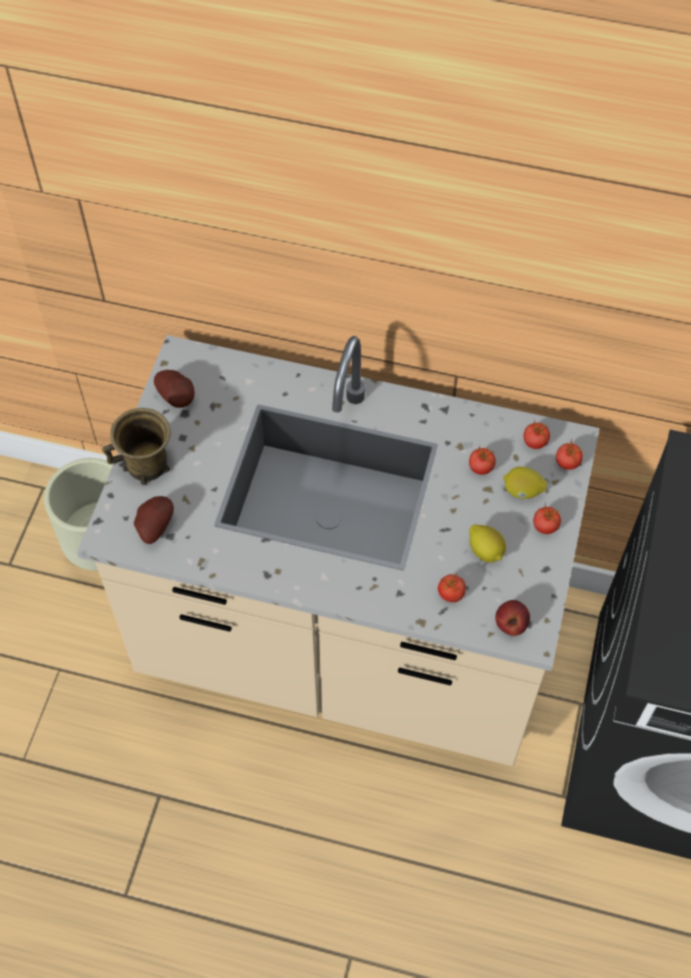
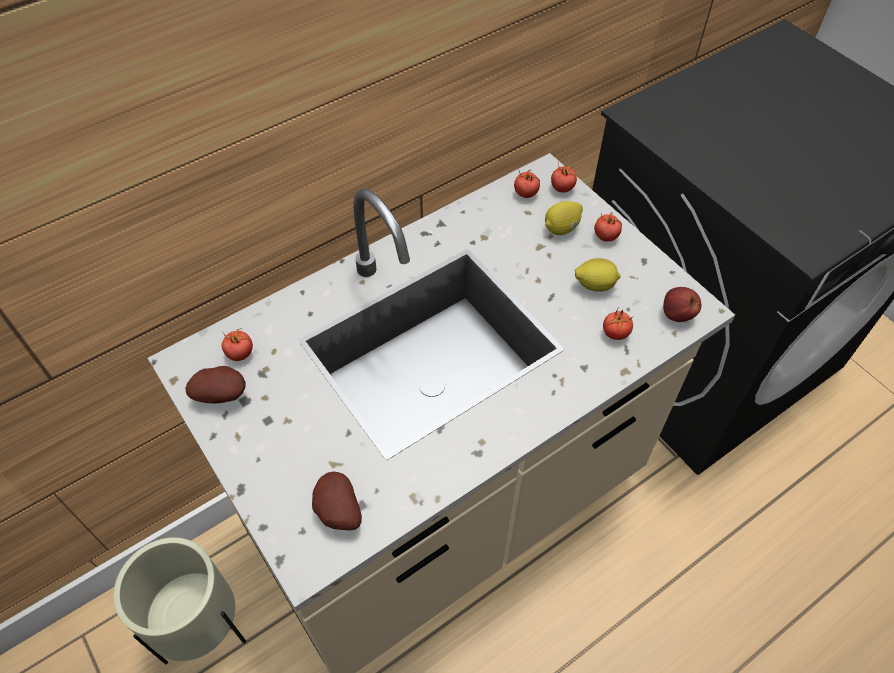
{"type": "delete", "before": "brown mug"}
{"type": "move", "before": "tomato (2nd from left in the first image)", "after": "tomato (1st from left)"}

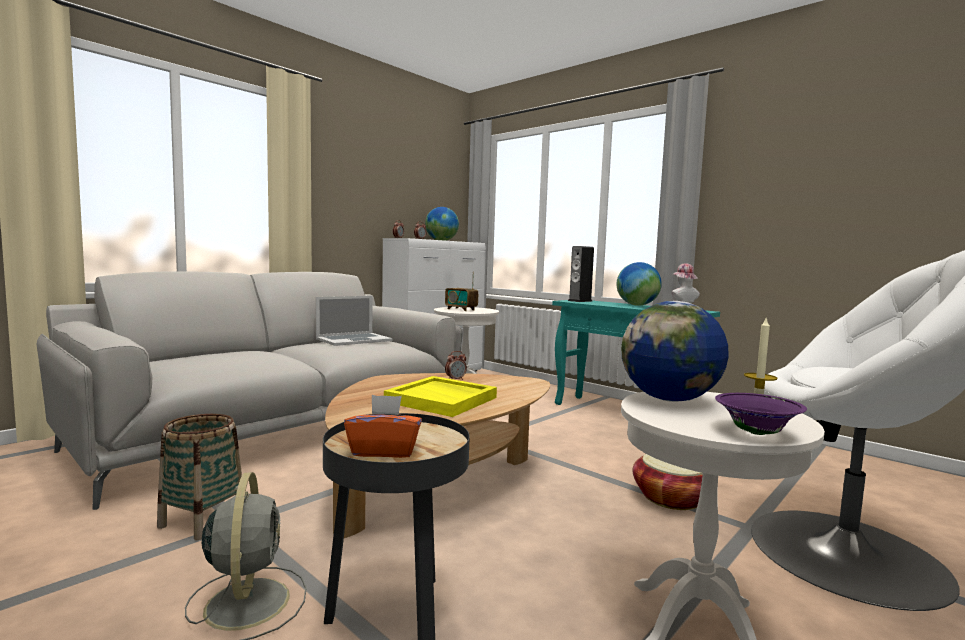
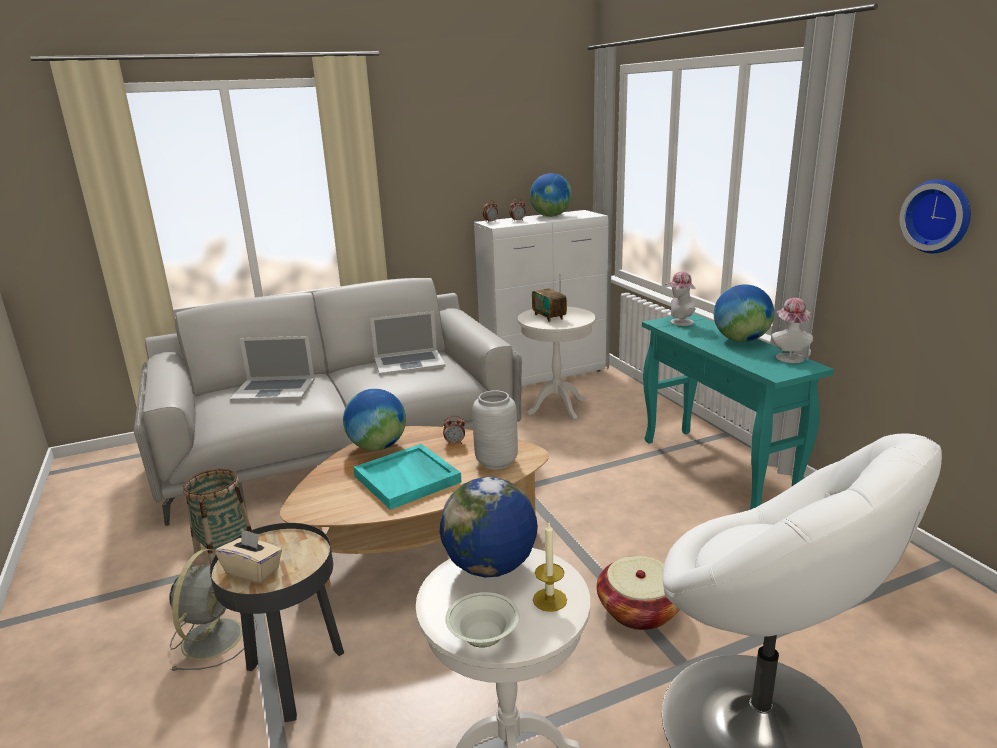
{"type": "replace", "before": "speaker", "after": "hat (1st from left)"}
{"type": "recolor", "before": "yellow tray", "after": "turquoise tray"}
{"type": "recolor", "before": "purple bowl", "after": "white bowl"}
{"type": "recolor", "before": "orange tissue box", "after": "beige tissue box"}
{"type": "insert", "after": "wall clock"}
{"type": "insert", "after": "laptop (1st from left)"}
{"type": "insert", "after": "globe (1st from left)"}
{"type": "insert", "after": "grey vase"}

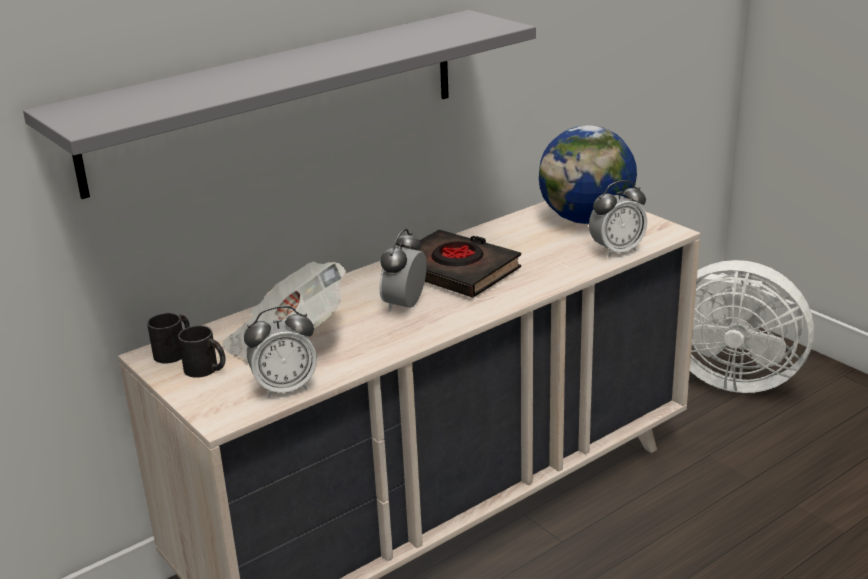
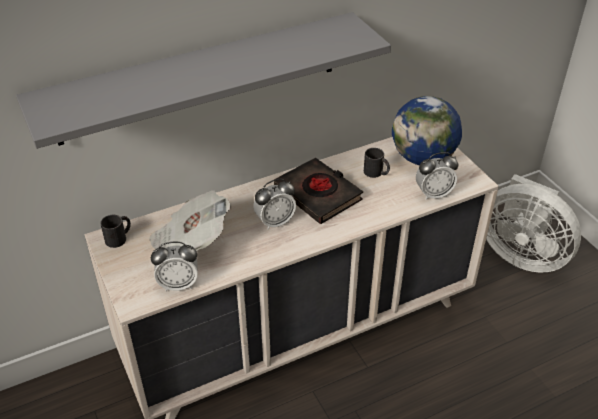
{"type": "rotate", "before": "alarm clock (2nd from left)", "turn": -150}
{"type": "move", "before": "black mug (2nd from left)"}

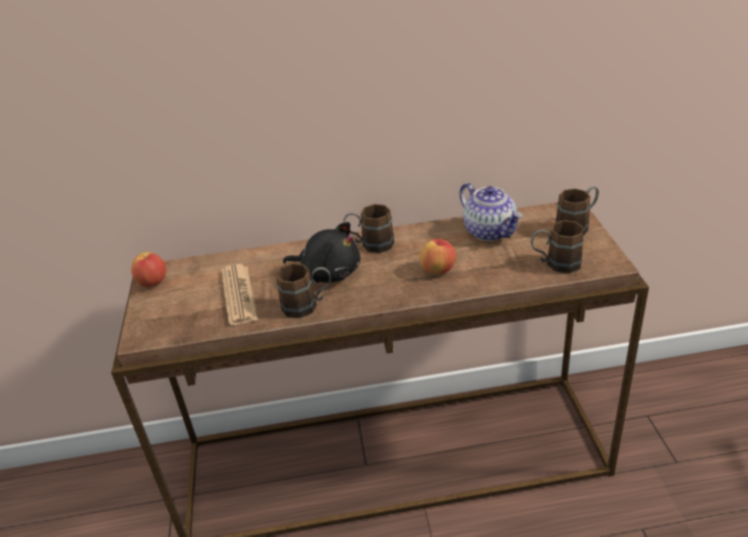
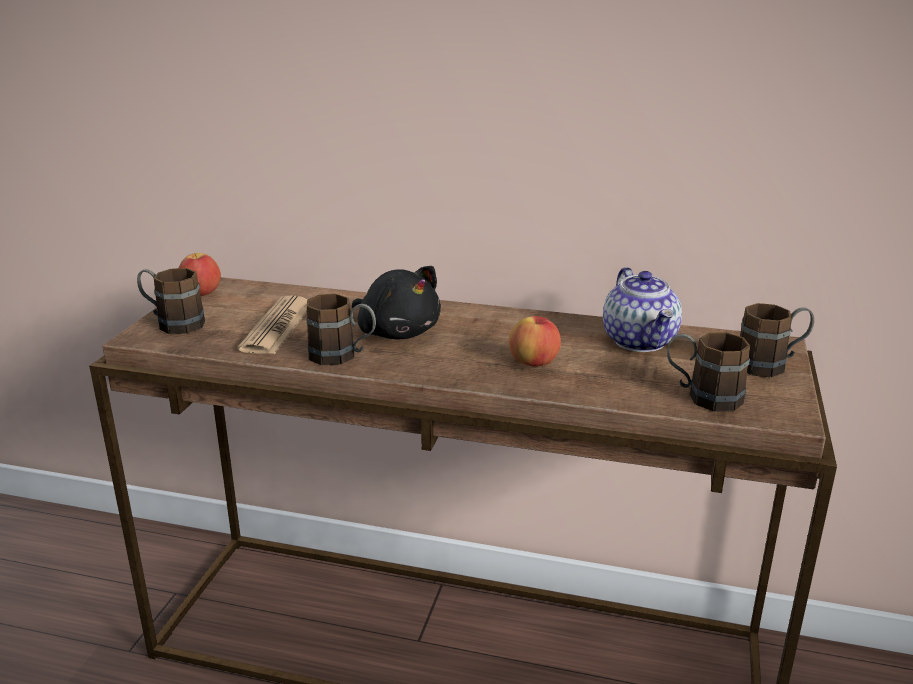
{"type": "move", "before": "brown mug (2nd from left in the first image)", "after": "brown mug (1st from left)"}

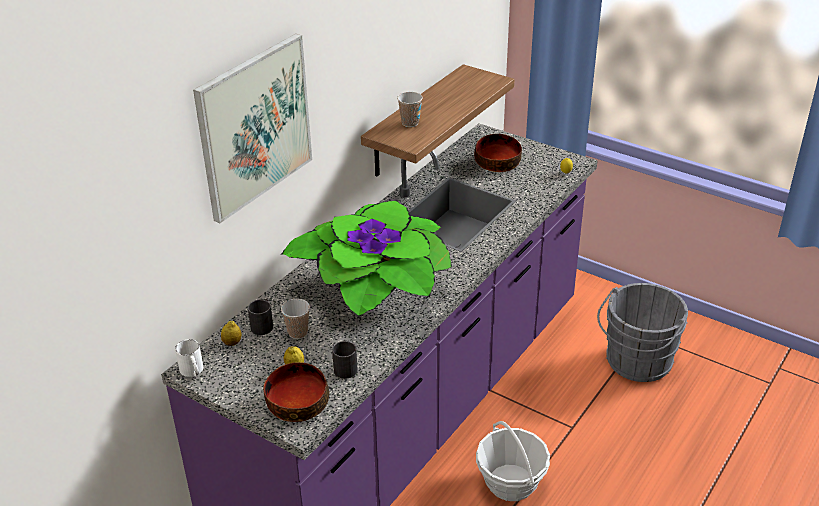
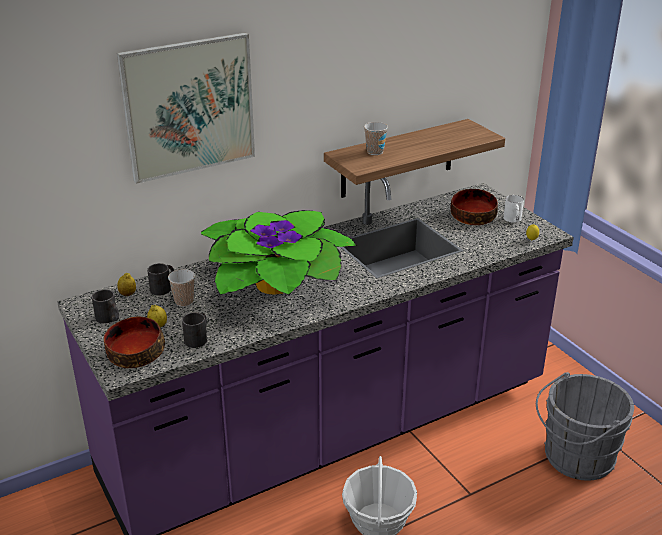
{"type": "move", "before": "white mug"}
{"type": "insert", "after": "black mug (1st from left)"}

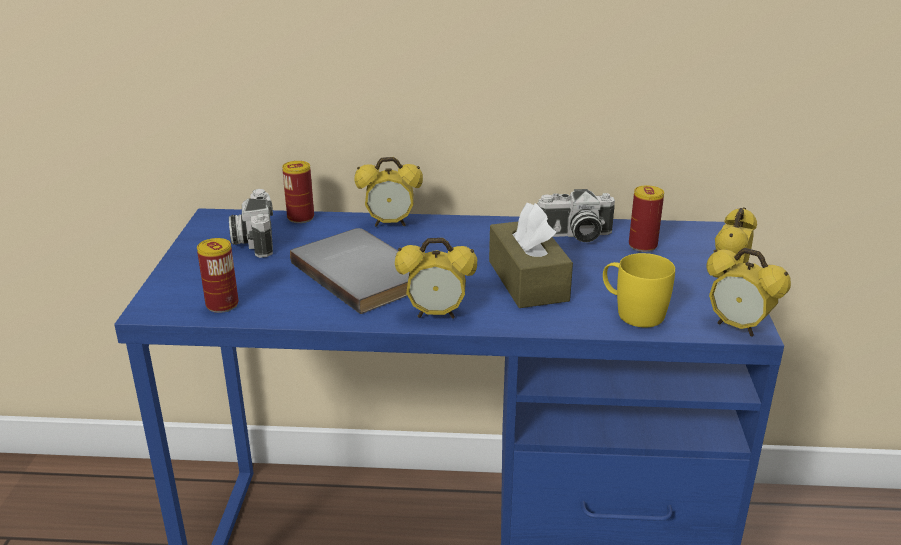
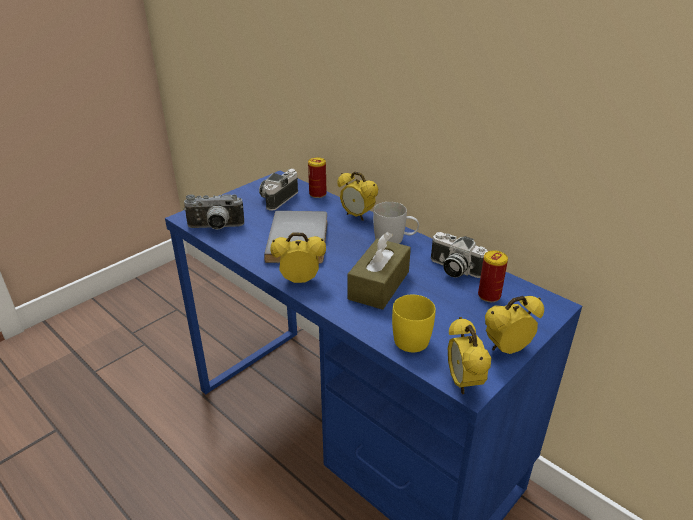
{"type": "replace", "before": "can (1st from left)", "after": "photo camera (1st from left)"}
{"type": "rotate", "before": "alarm clock (2nd from left in the first image)", "turn": 135}
{"type": "insert", "after": "white mug"}

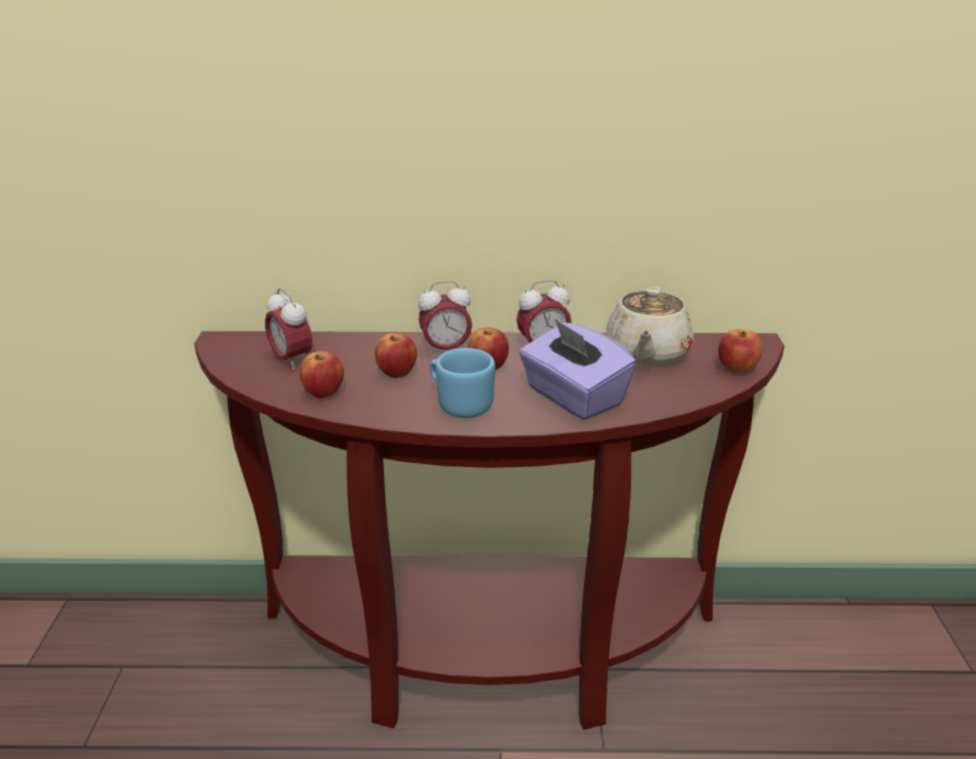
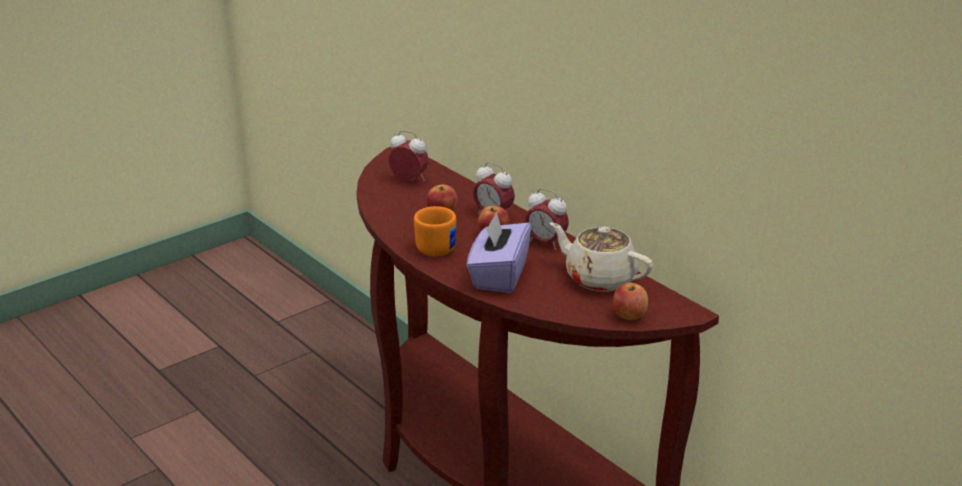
{"type": "rotate", "before": "beige teapot", "turn": 60}
{"type": "rotate", "before": "alarm clock (1st from left)", "turn": 105}
{"type": "recolor", "before": "blue mug", "after": "orange mug"}
{"type": "delete", "before": "apple (1st from left)"}

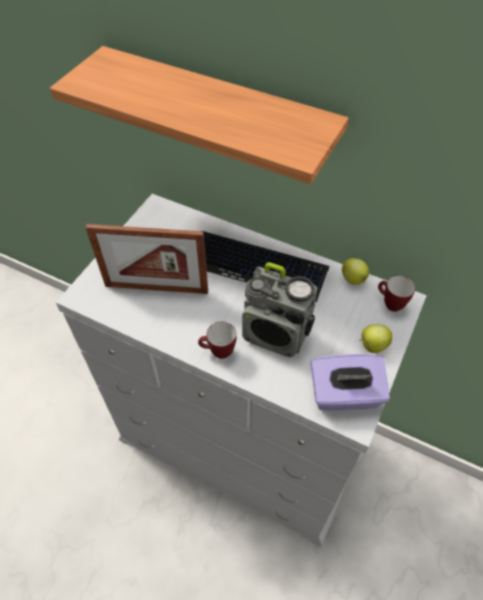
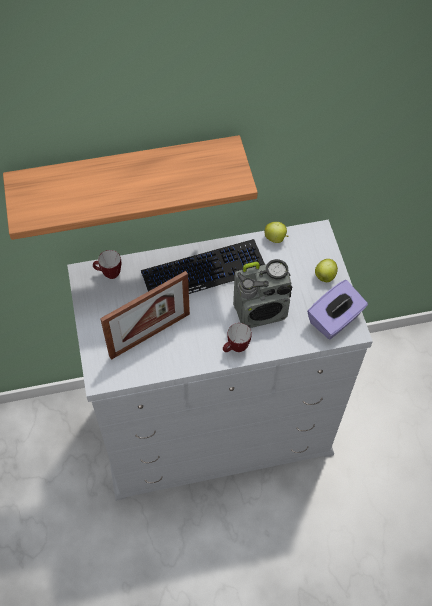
{"type": "move", "before": "mug (2nd from left in the first image)", "after": "mug (1st from left)"}

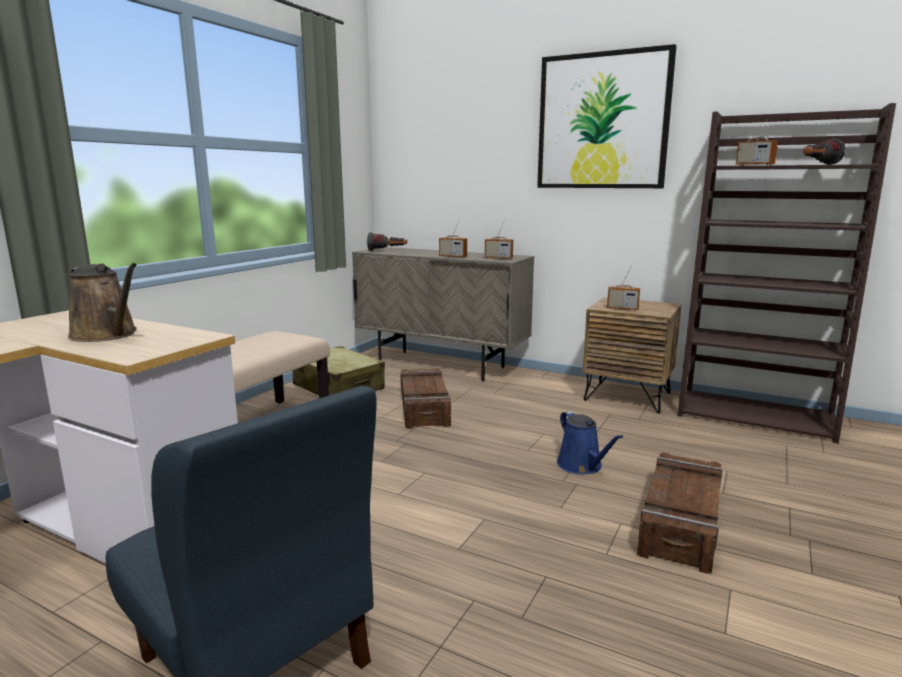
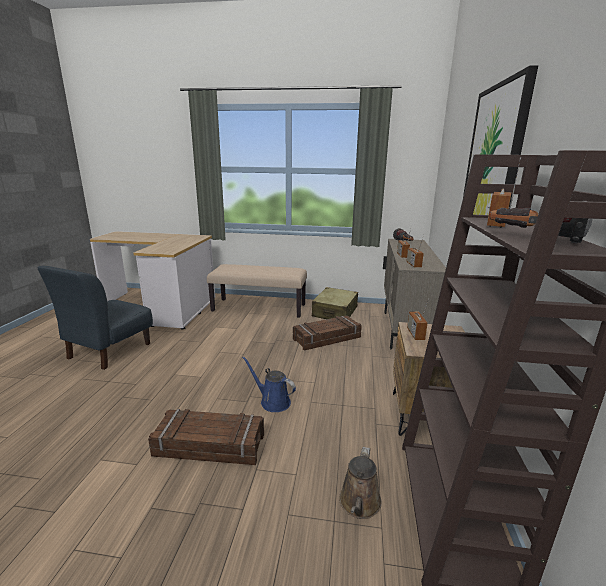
{"type": "move", "before": "brown watering can"}
{"type": "rotate", "before": "blue watering can", "turn": 75}

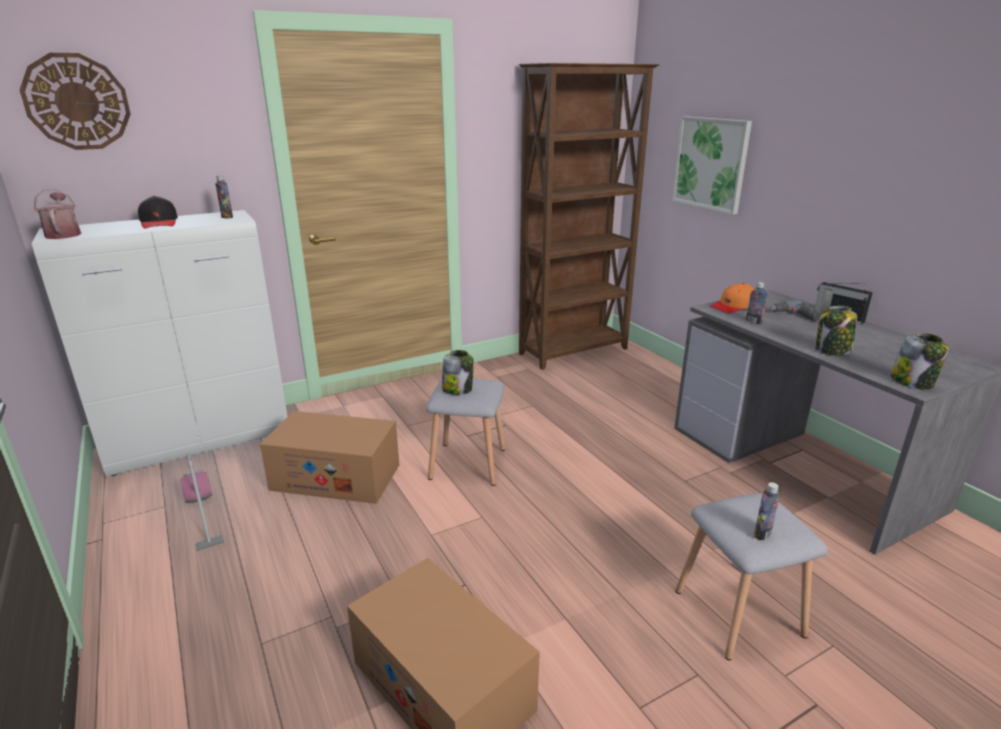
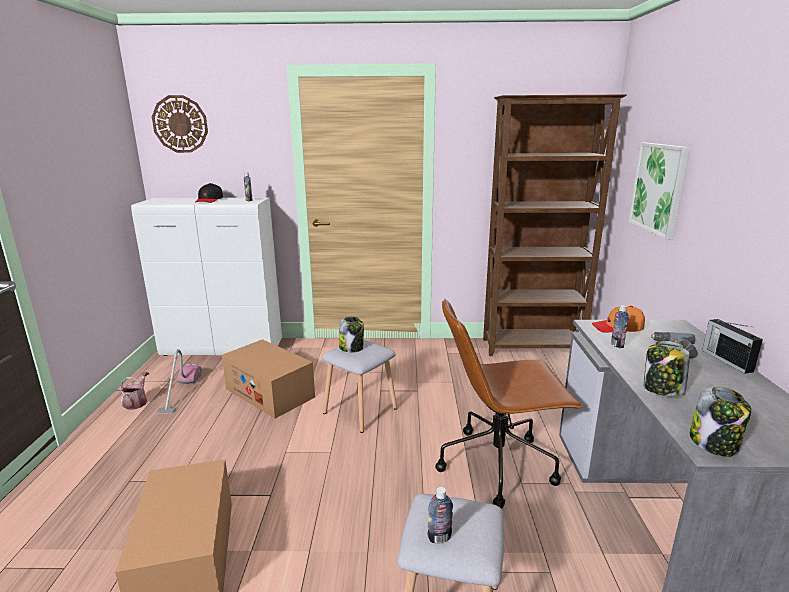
{"type": "move", "before": "watering can"}
{"type": "insert", "after": "brown office chair"}

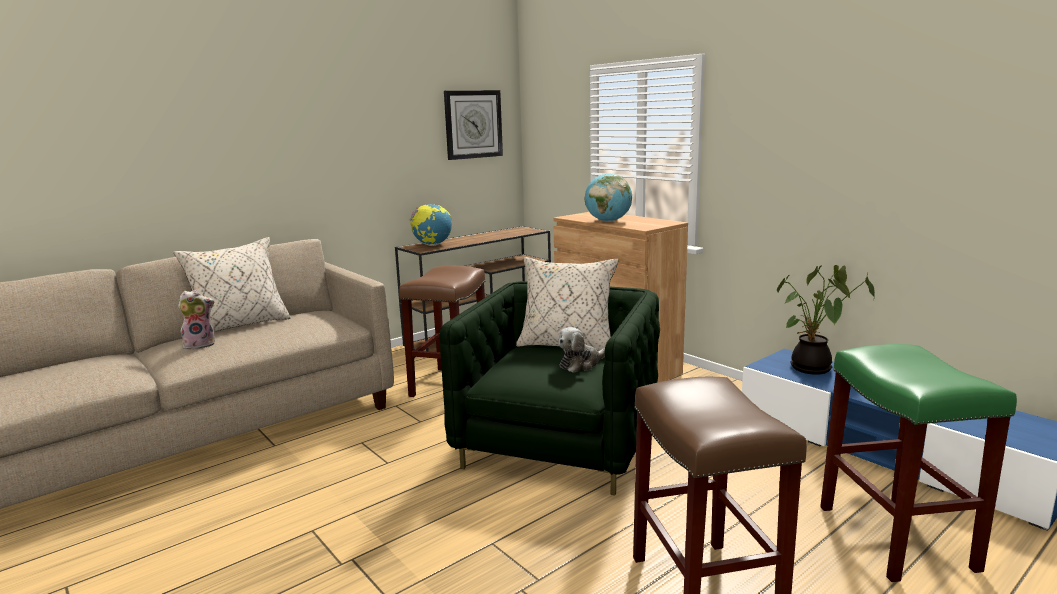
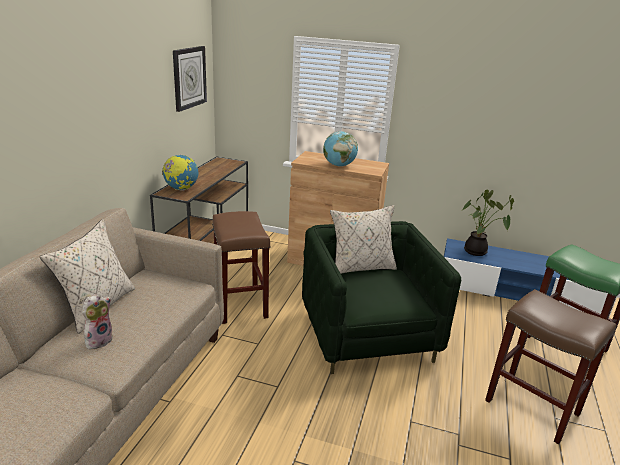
{"type": "delete", "before": "plush toy (2nd from left)"}

